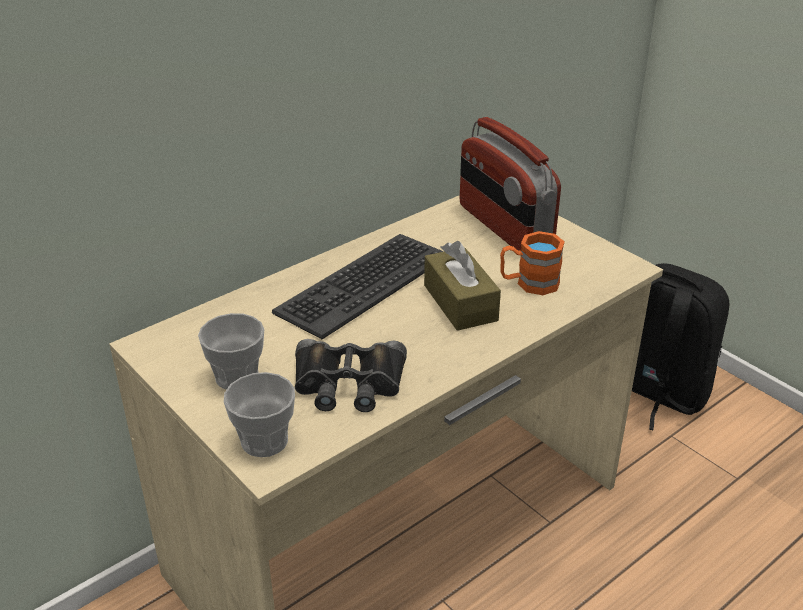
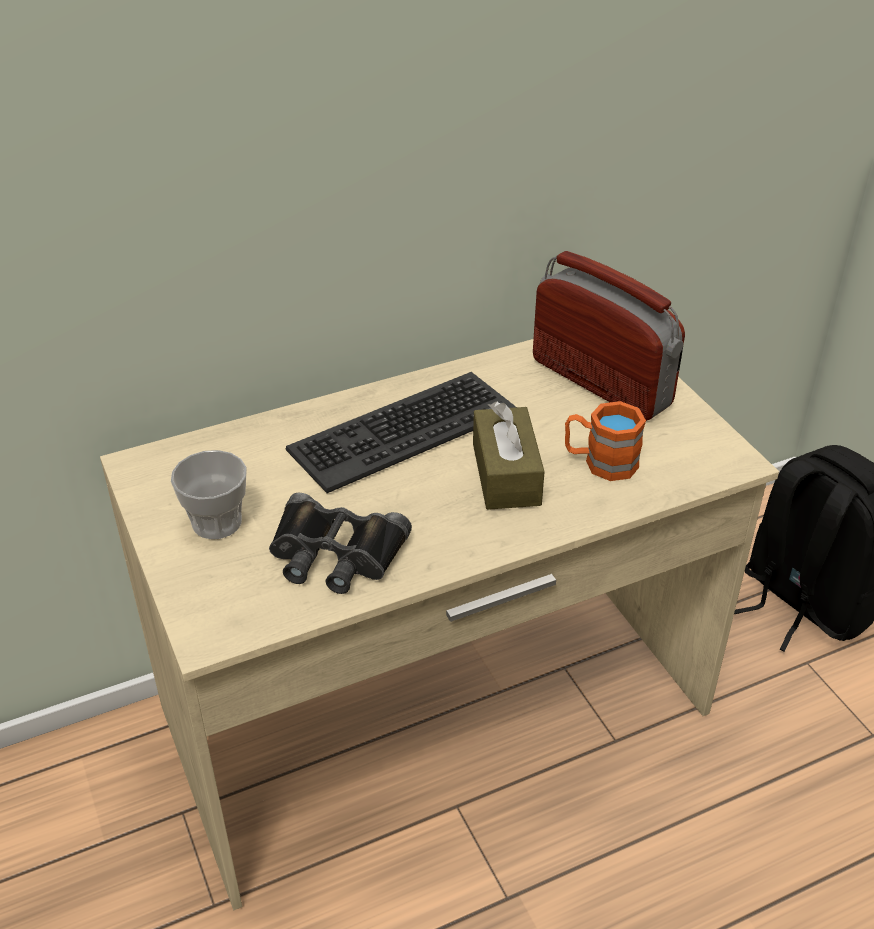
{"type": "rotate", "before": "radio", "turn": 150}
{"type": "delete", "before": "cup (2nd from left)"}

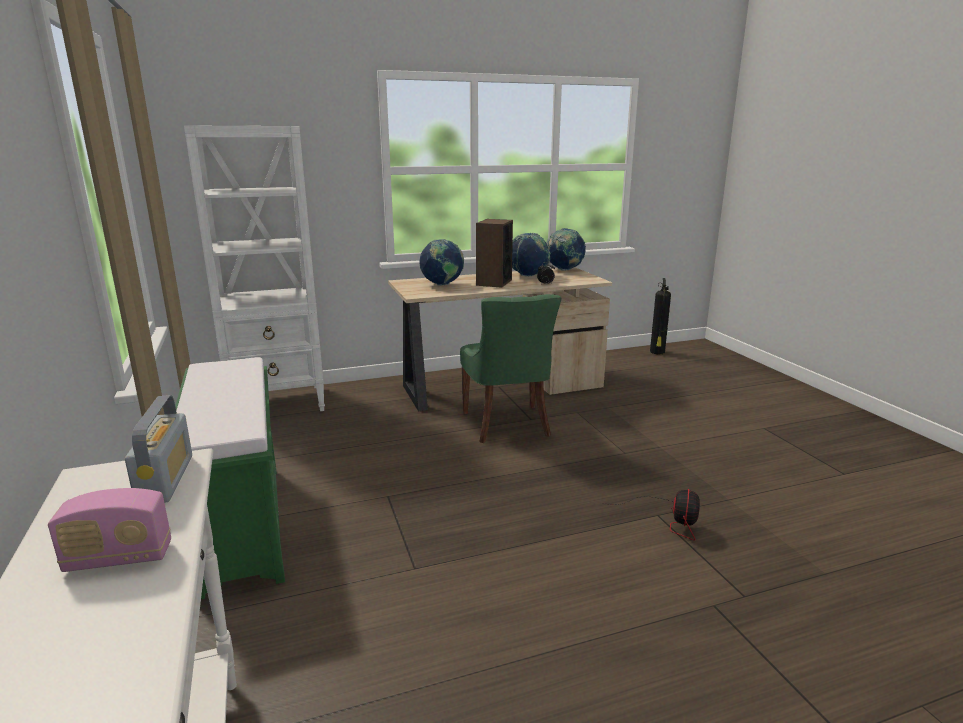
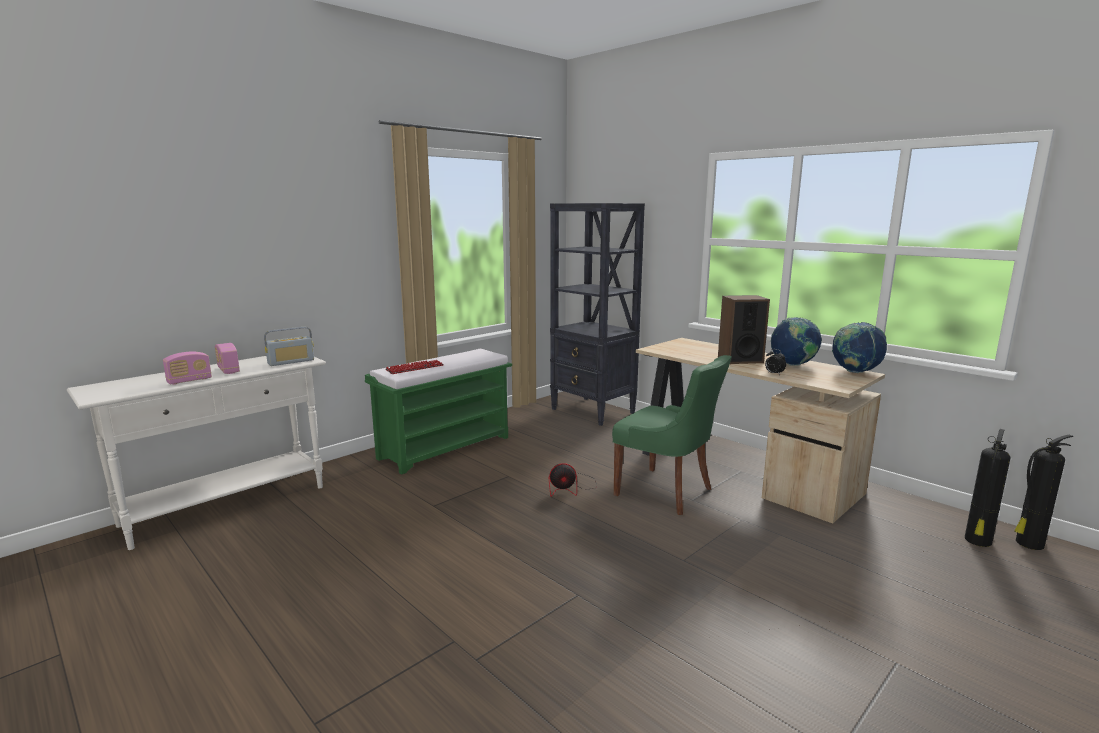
{"type": "recolor", "before": "white bookcase", "after": "black bookcase"}
{"type": "delete", "before": "globe (1st from left)"}
{"type": "rotate", "before": "green chair", "turn": -105}
{"type": "move", "before": "fan"}
{"type": "insert", "after": "radio (1st from left)"}
{"type": "insert", "after": "keyboard"}
{"type": "insert", "after": "fire extinguisher (1st from left)"}

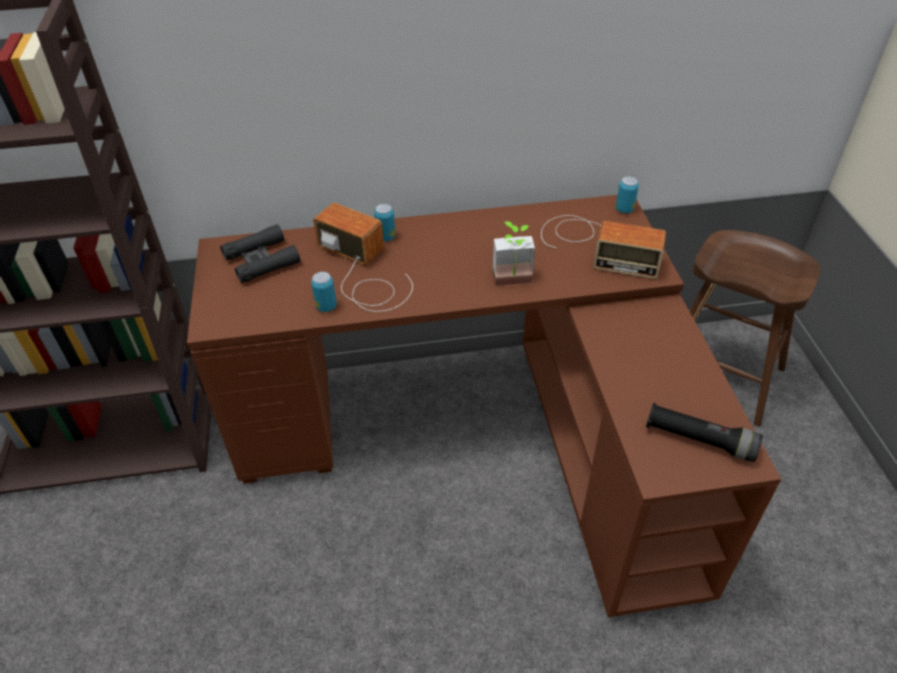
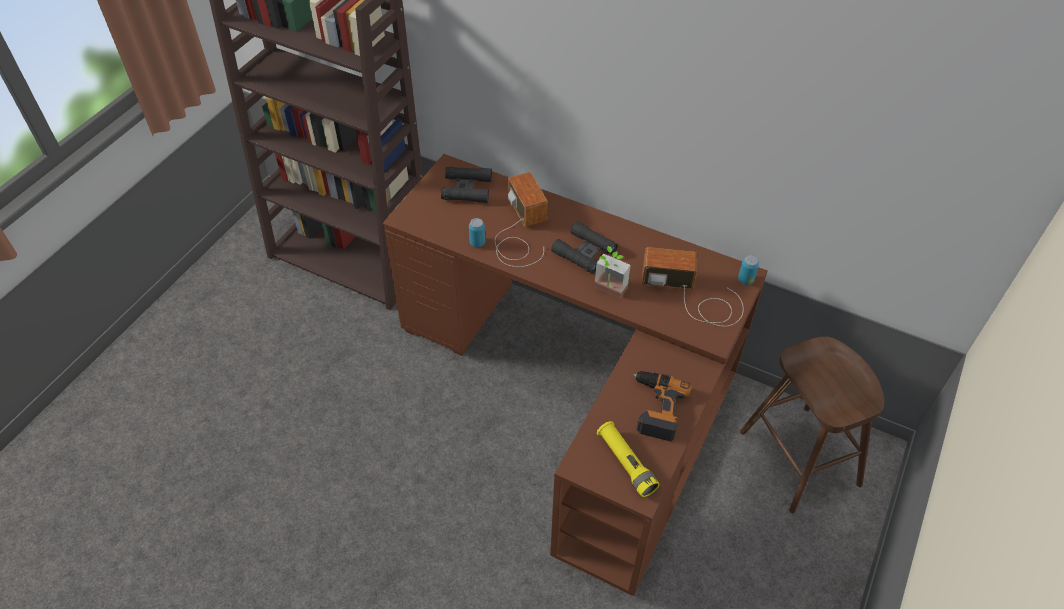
{"type": "delete", "before": "can (2nd from left)"}
{"type": "rotate", "before": "radio (2nd from left)", "turn": 135}
{"type": "recolor", "before": "black flashlight", "after": "yellow flashlight"}
{"type": "insert", "after": "black binoculars (2nd from left)"}
{"type": "insert", "after": "power drill"}

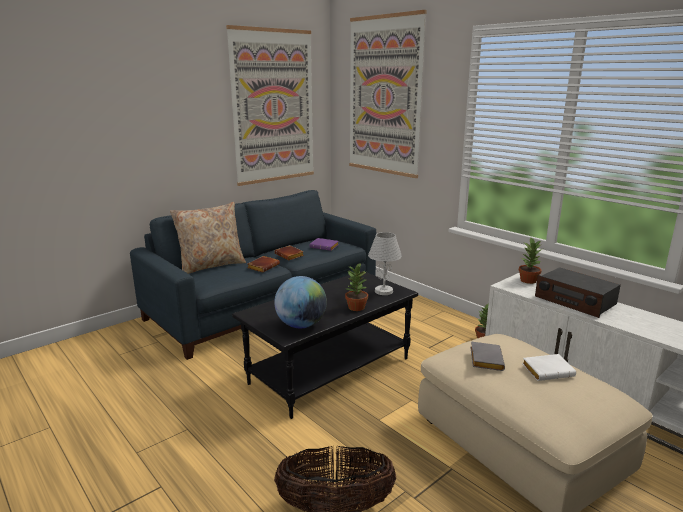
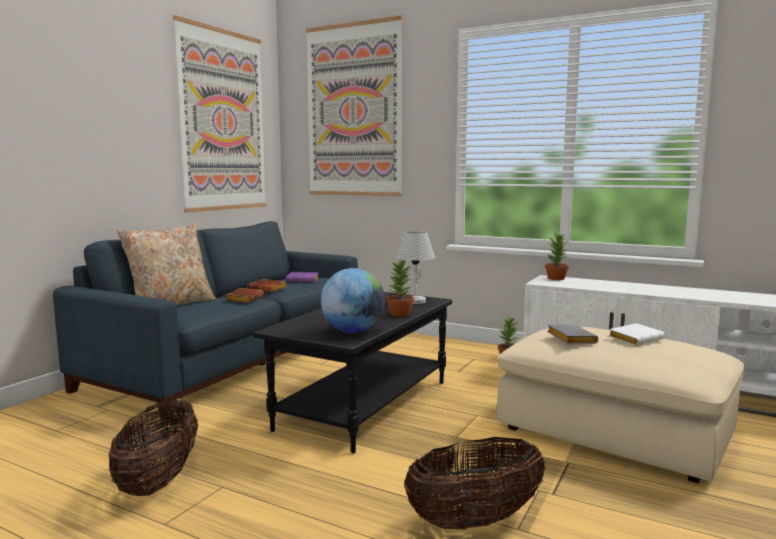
{"type": "delete", "before": "radio"}
{"type": "insert", "after": "basket (1st from left)"}

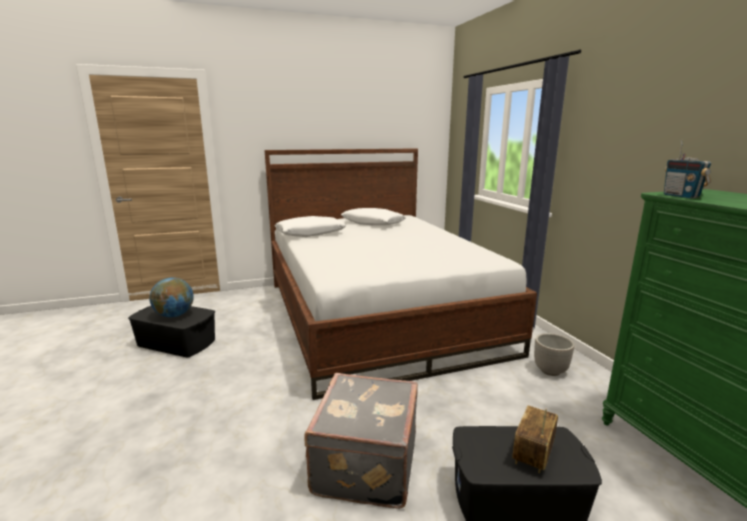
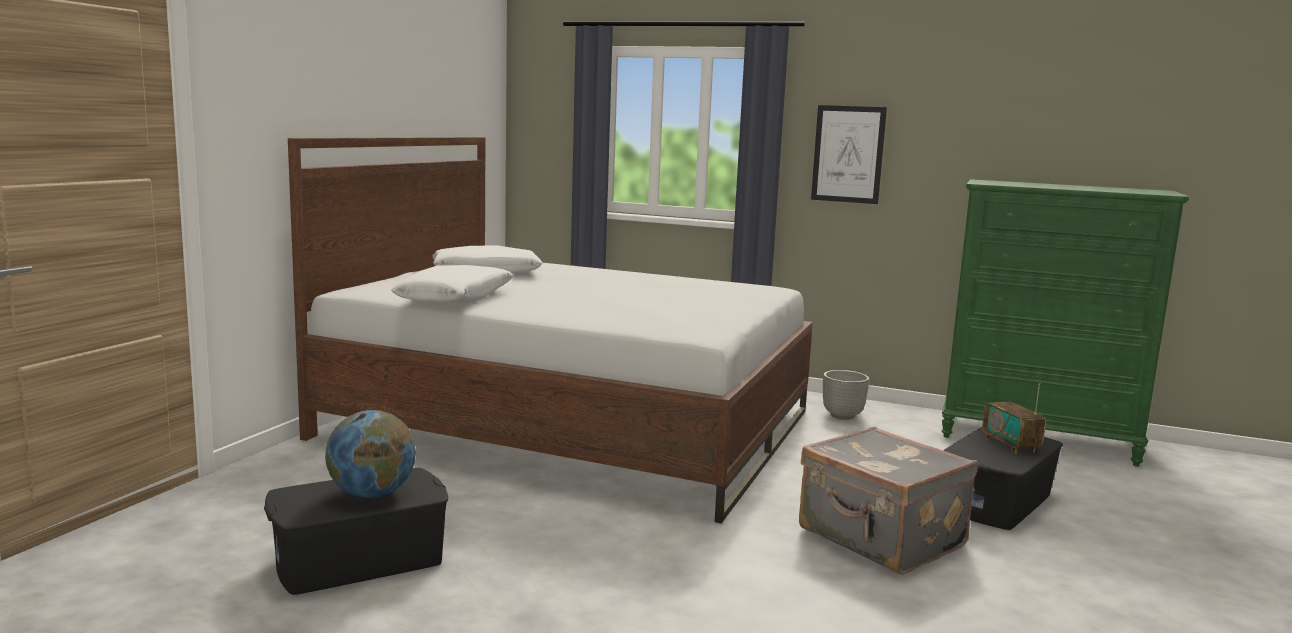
{"type": "delete", "before": "radio (2nd from left)"}
{"type": "insert", "after": "picture"}

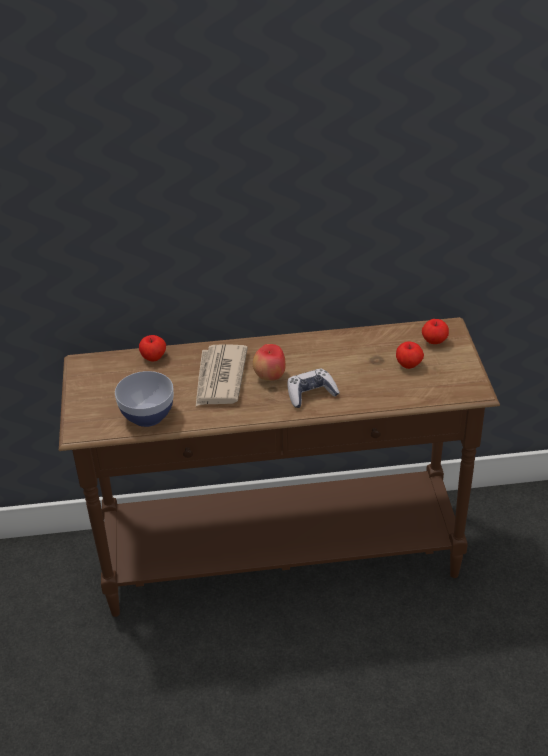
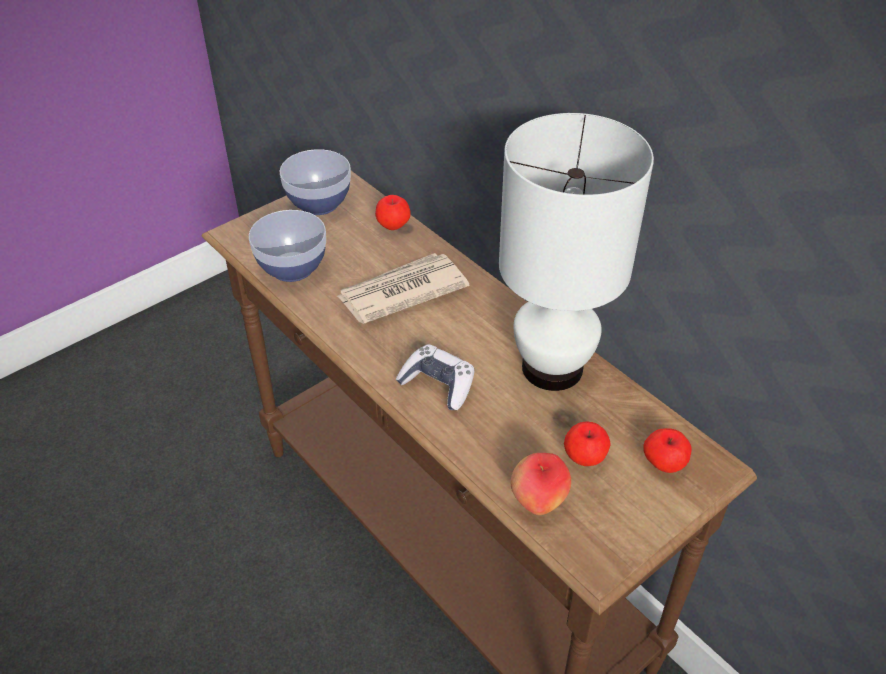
{"type": "move", "before": "apple (2nd from left)"}
{"type": "insert", "after": "white table lamp"}
{"type": "insert", "after": "bowl (2nd from left)"}

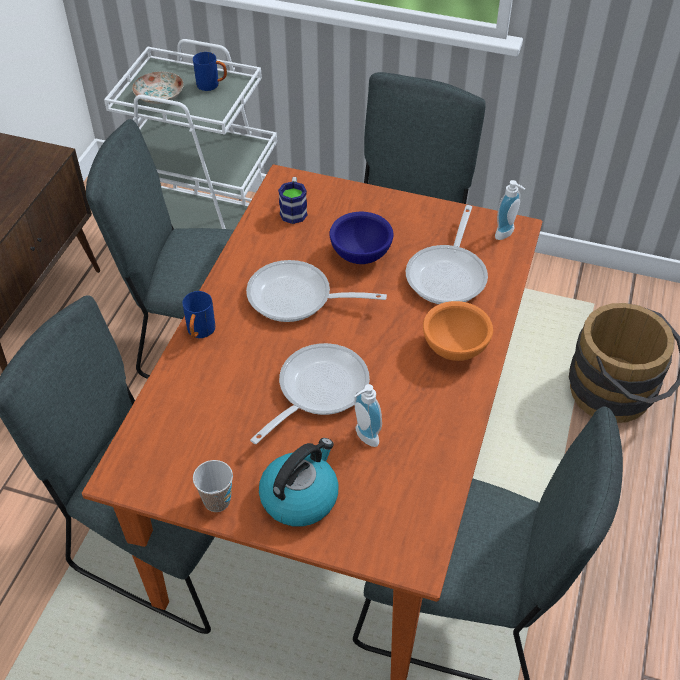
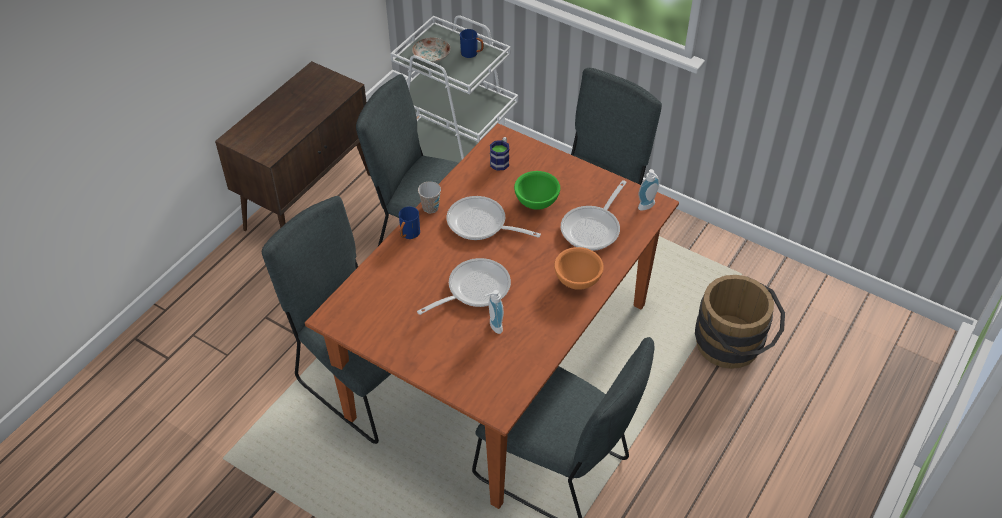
{"type": "recolor", "before": "blue bowl", "after": "green bowl"}
{"type": "delete", "before": "kettle"}
{"type": "move", "before": "cup"}

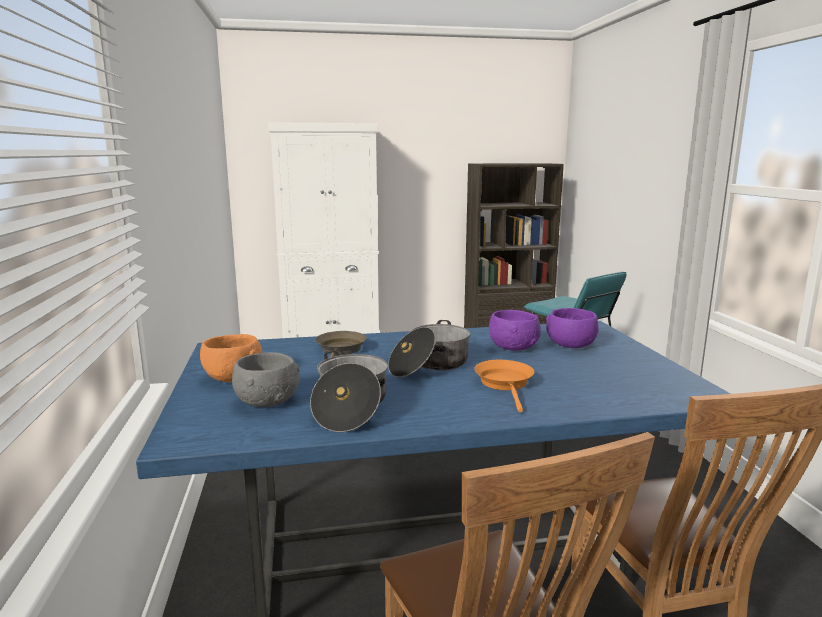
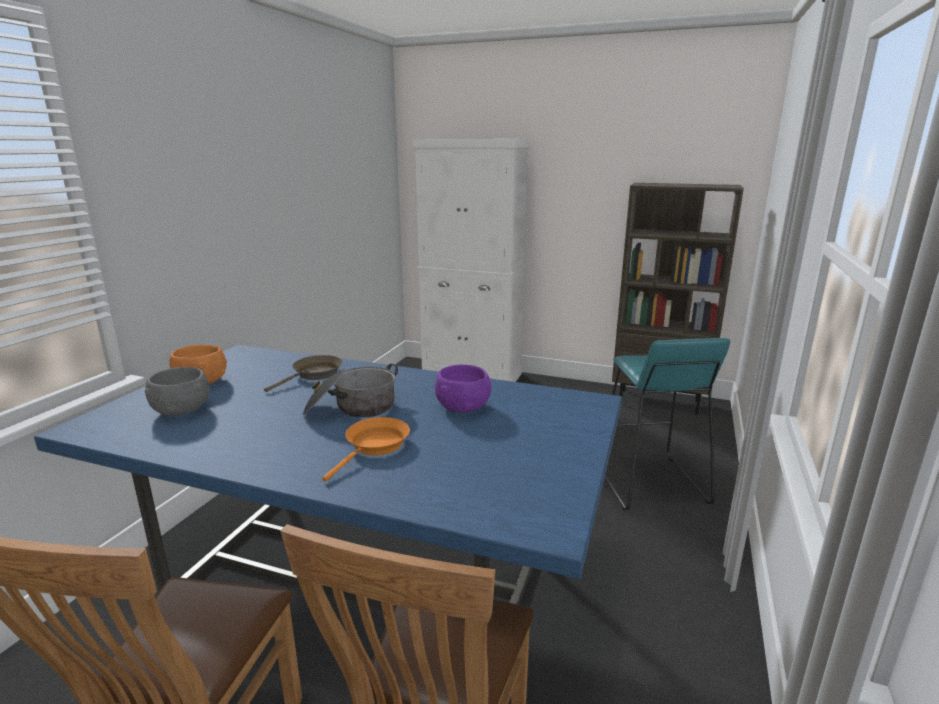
{"type": "delete", "before": "purple bowl (2nd from left)"}
{"type": "delete", "before": "cooking pot (1st from left)"}

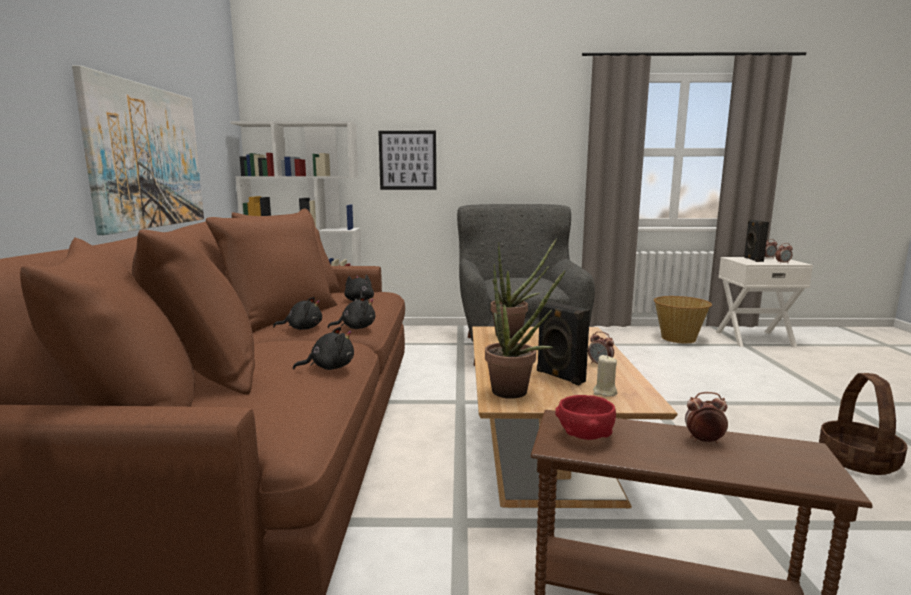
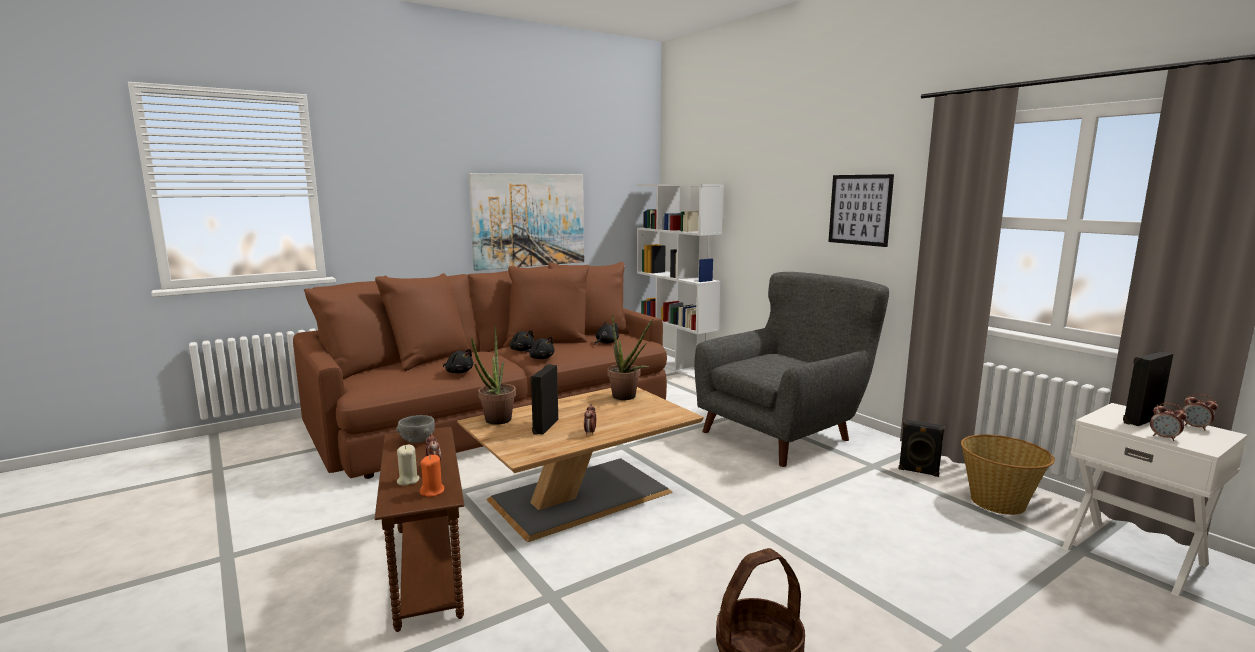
{"type": "move", "before": "picture (2nd from left)"}
{"type": "move", "before": "beige candle"}
{"type": "recolor", "before": "red bowl", "after": "grey bowl"}
{"type": "insert", "after": "black speaker (2nd from left)"}
{"type": "insert", "after": "orange candle"}

